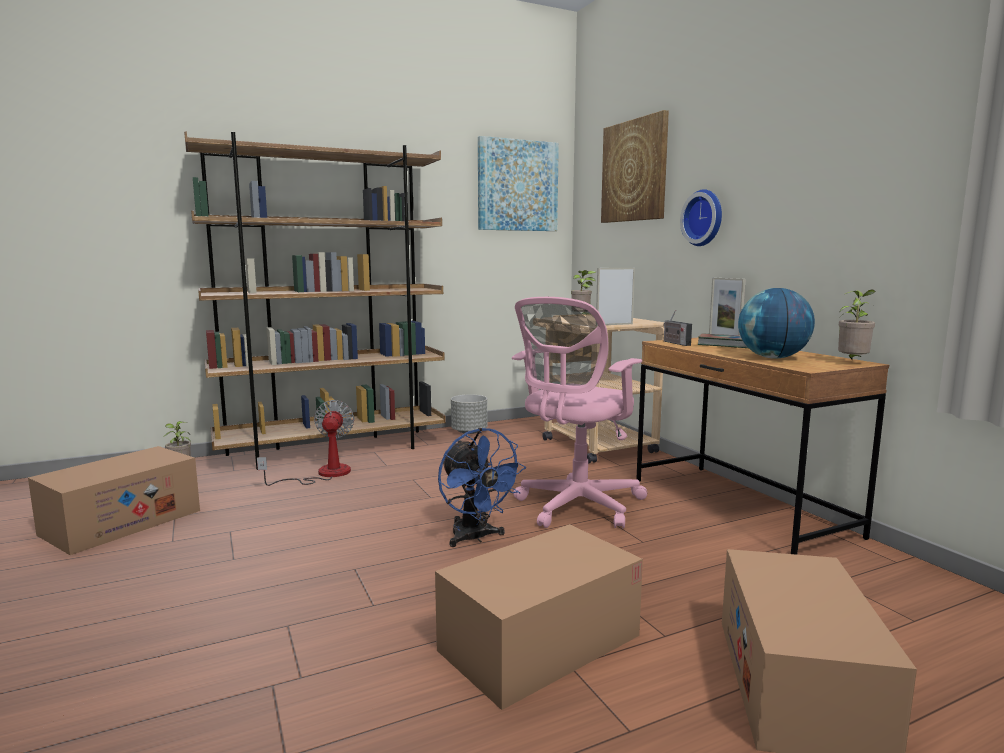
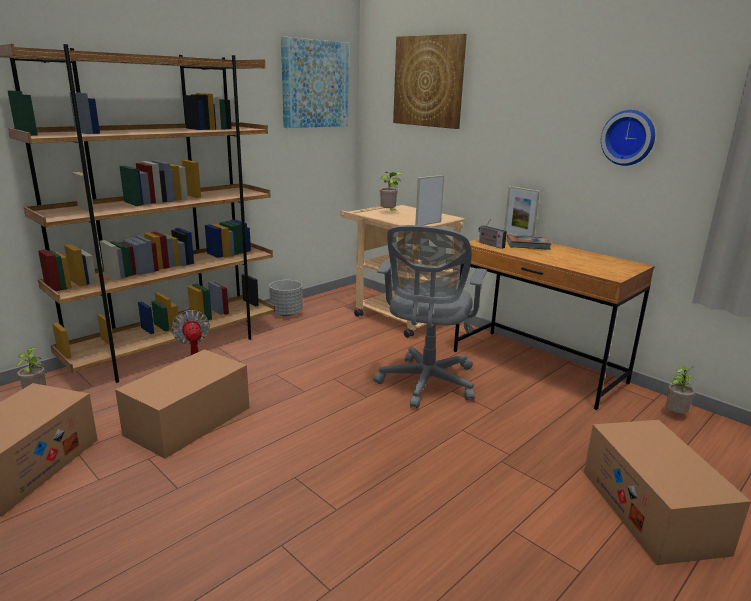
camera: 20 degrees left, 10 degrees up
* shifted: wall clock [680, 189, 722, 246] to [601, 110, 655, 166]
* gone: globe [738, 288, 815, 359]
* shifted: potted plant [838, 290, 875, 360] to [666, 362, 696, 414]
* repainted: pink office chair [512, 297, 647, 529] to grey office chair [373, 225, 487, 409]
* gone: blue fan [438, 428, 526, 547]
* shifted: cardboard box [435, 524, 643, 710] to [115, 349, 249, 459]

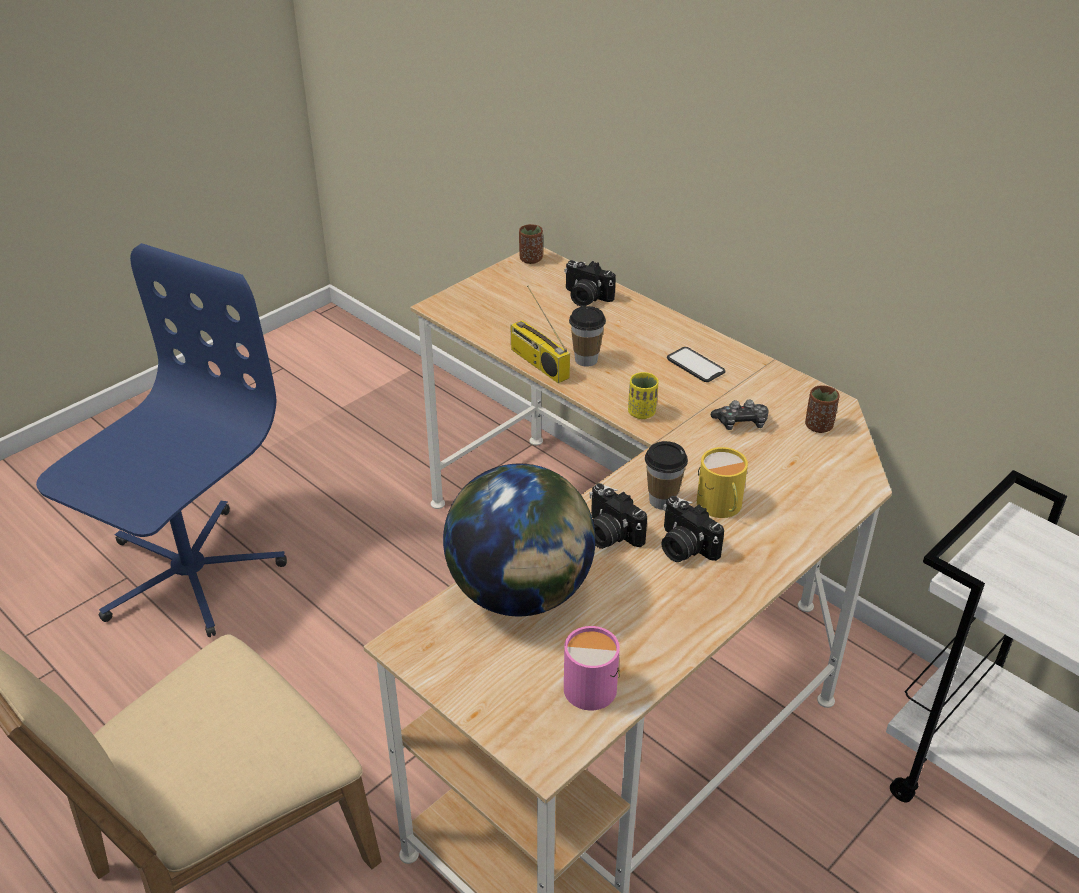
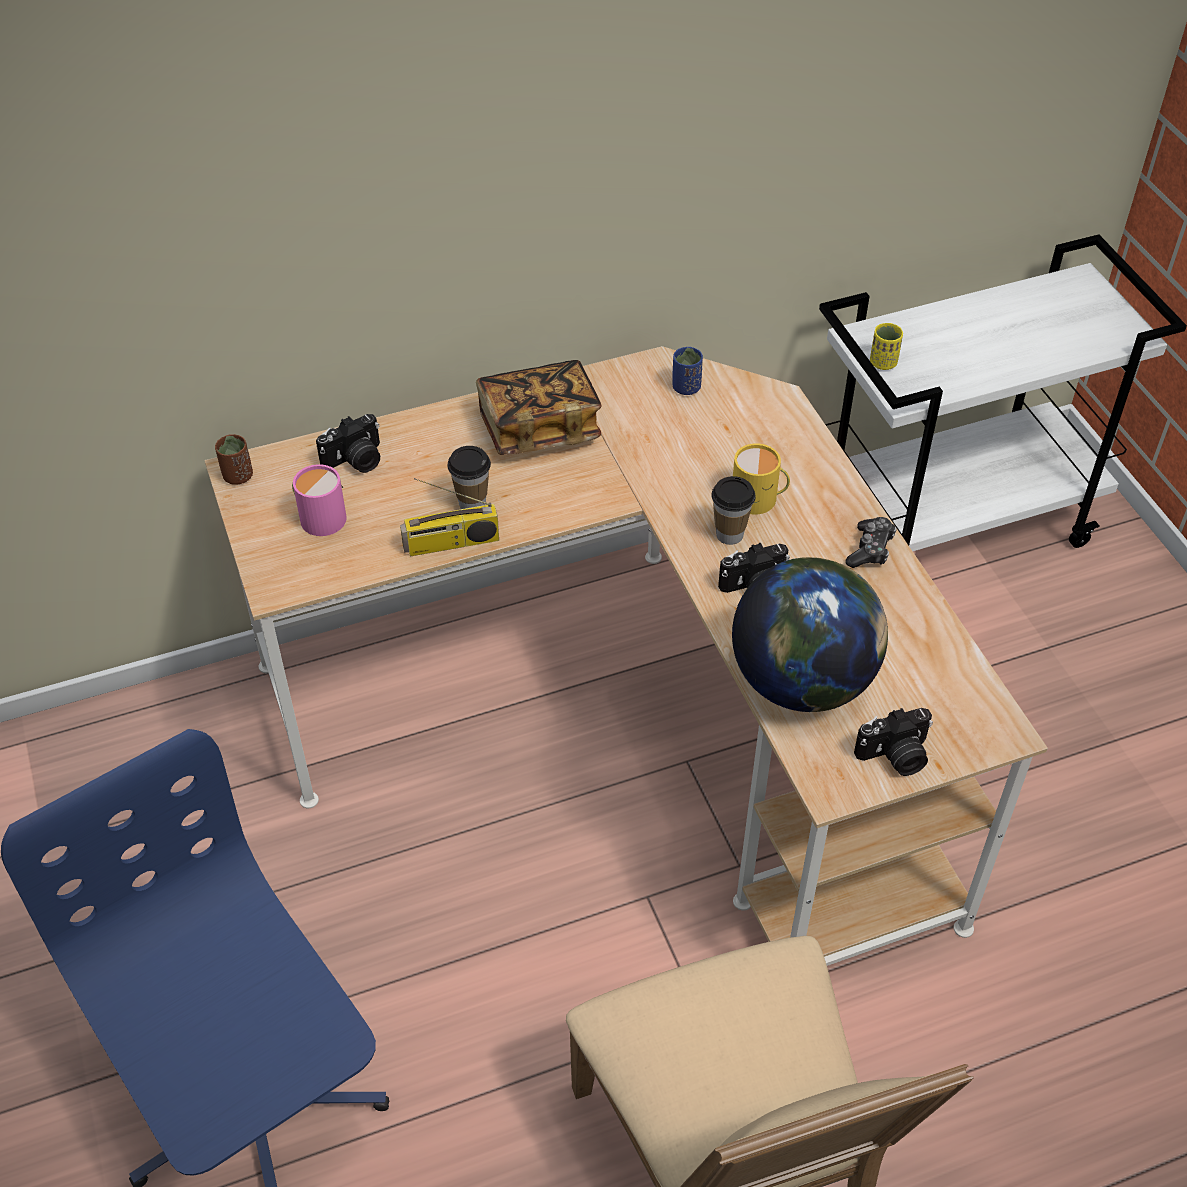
camera: 65 degrees left, 10 degrees up
* swapped: phone [667, 347, 725, 382] to book [476, 360, 602, 455]
* shifted: yellow cup [628, 372, 659, 419] to [870, 323, 903, 370]
* repainted: brown cup [805, 385, 840, 433] to blue cup [672, 347, 703, 395]
* shifted: game controller [711, 400, 769, 430] to [846, 517, 897, 568]
* shifted: photo camera [661, 496, 724, 562] to [854, 708, 933, 776]
* shifted: pink mug [564, 626, 620, 710] to [292, 464, 346, 536]

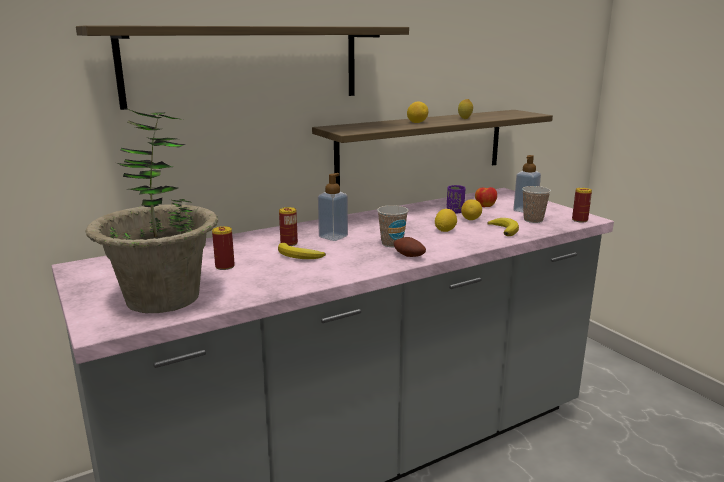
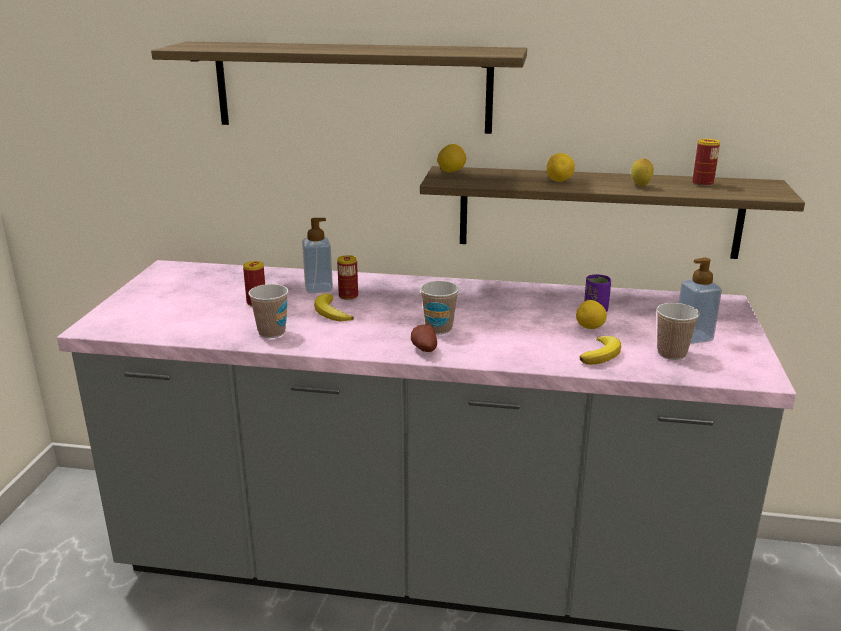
camera: 40 degrees right, 5 degrees up
* gone: potted plant [85, 108, 218, 313]
* shifted: soap dispenser [318, 173, 348, 241] to [302, 218, 333, 294]
* gone: apple [475, 187, 497, 207]
* shifted: can [572, 188, 592, 222] to [692, 139, 720, 187]
* shifted: lemon [435, 209, 457, 232] to [437, 144, 466, 172]
* new: cup [248, 284, 289, 338]

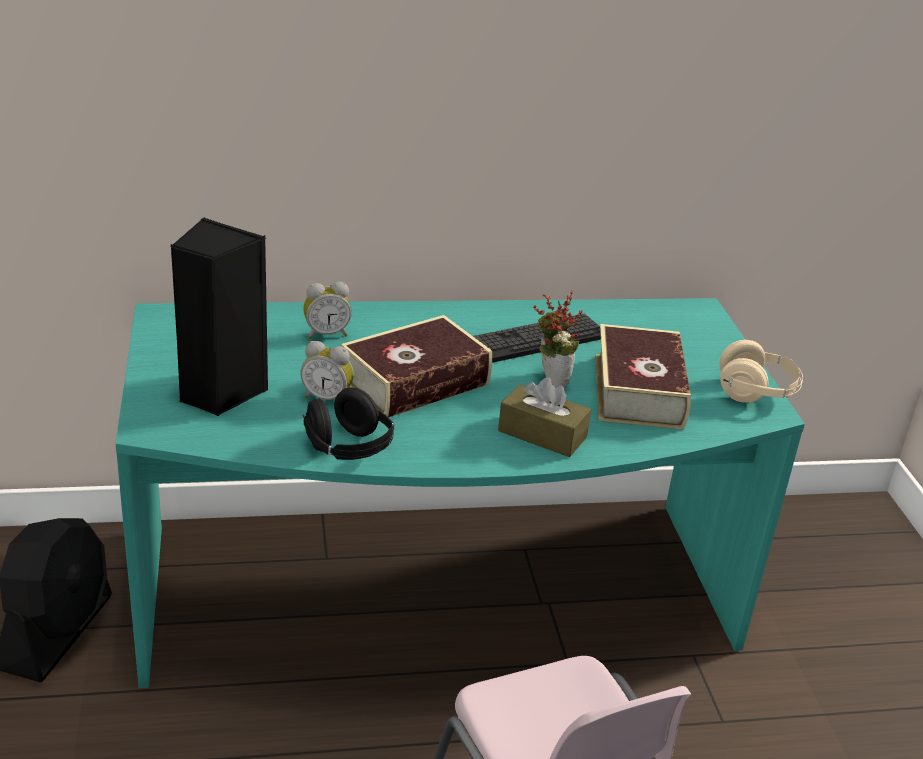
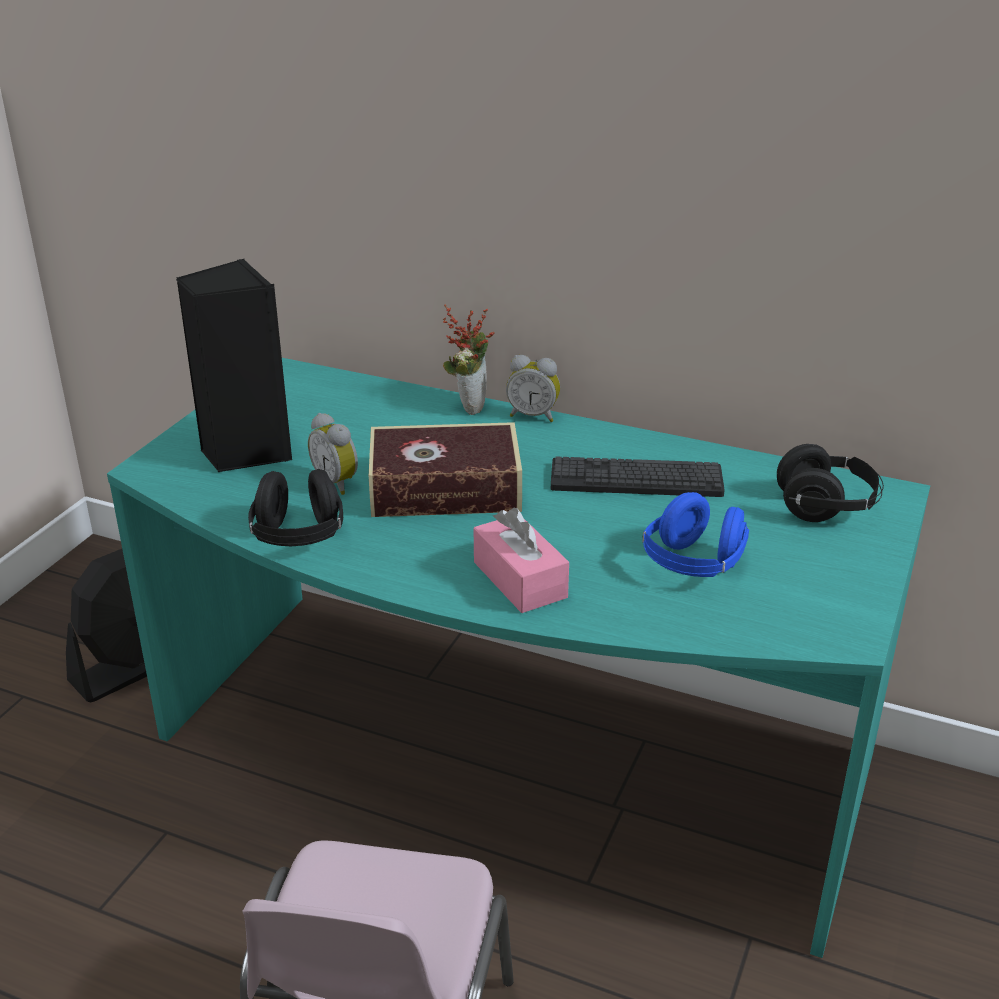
camera: 35 degrees right, 0 degrees up
* shifted: alarm clock [303, 281, 352, 339] to [506, 355, 560, 422]
* shifted: potted plant [533, 290, 583, 389] to [443, 305, 494, 415]
* swapped: book [595, 324, 691, 429] to blue headphones [642, 492, 749, 577]
* gone: beige headphones [719, 340, 803, 403]
* repainted: brown tissue box [498, 377, 591, 457] to pink tissue box [474, 508, 569, 613]
* new: black headphones [777, 444, 884, 522]

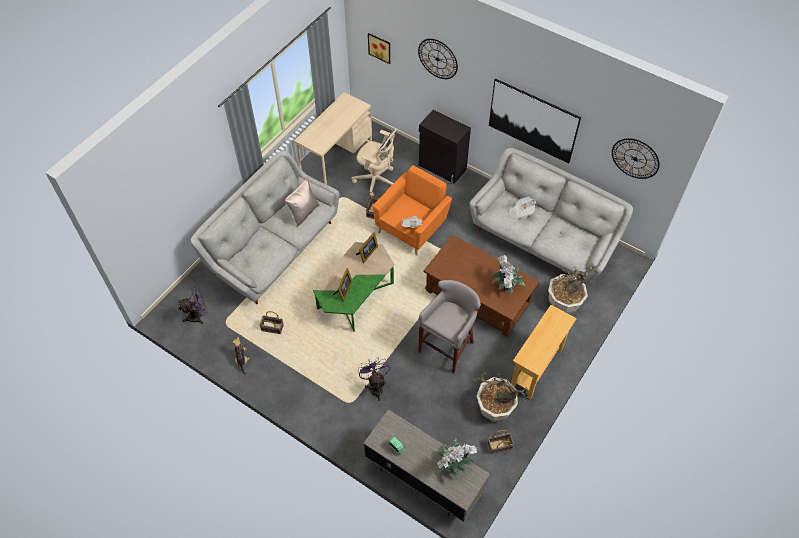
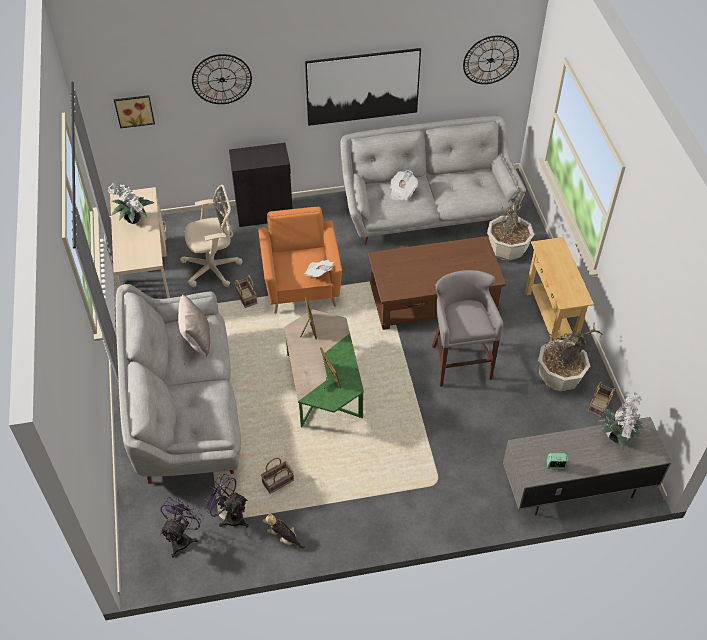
camera: 45 degrees left, 5 degrees down
* shifted: potted plant [491, 255, 526, 294] to [107, 183, 155, 224]
* shifted: purple fan [358, 358, 390, 401] to [203, 474, 249, 528]

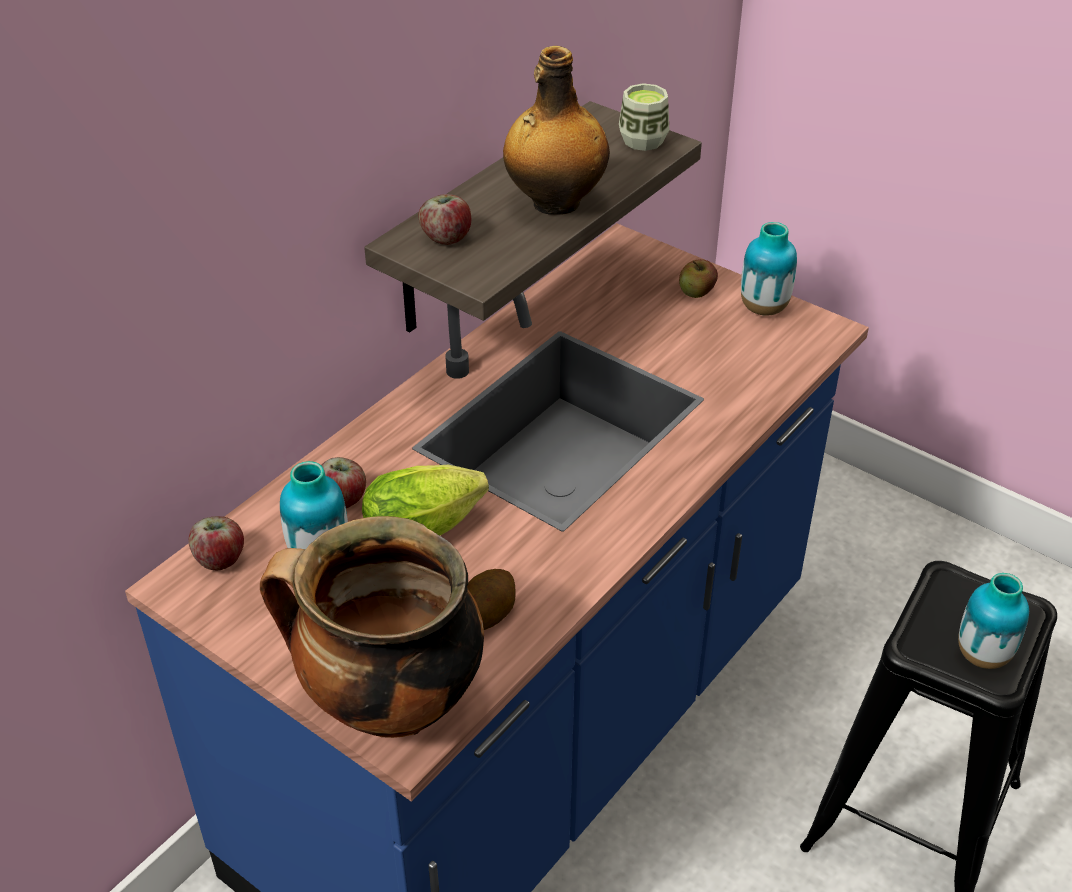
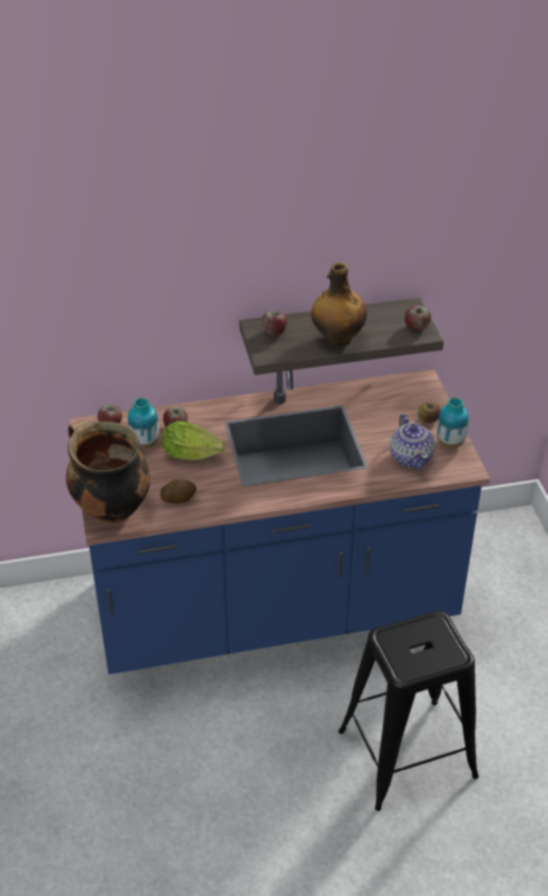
camera: 40 degrees right, 0 degrees up
* swapped: cup [619, 83, 669, 151] to apple [405, 306, 431, 331]
* gone: vase [958, 573, 1029, 669]
* new: teapot [390, 414, 435, 469]

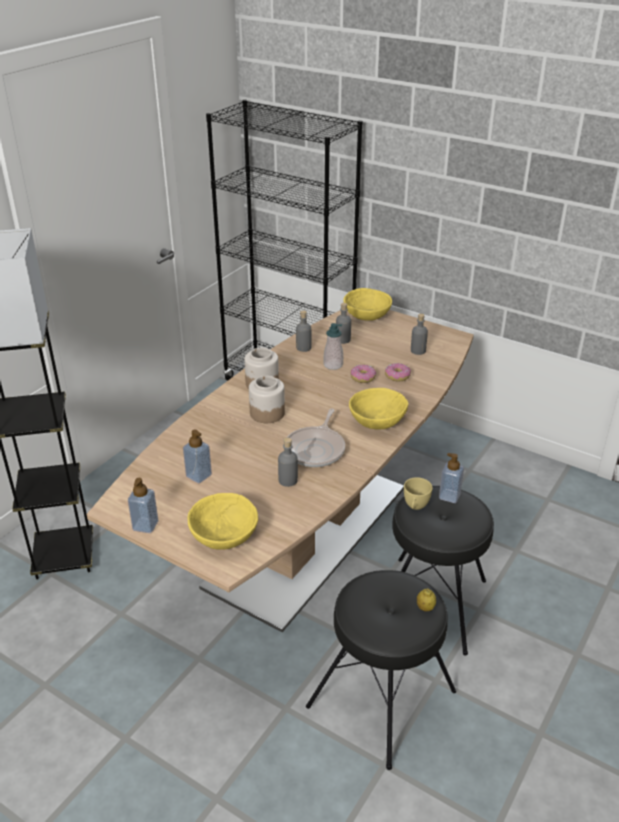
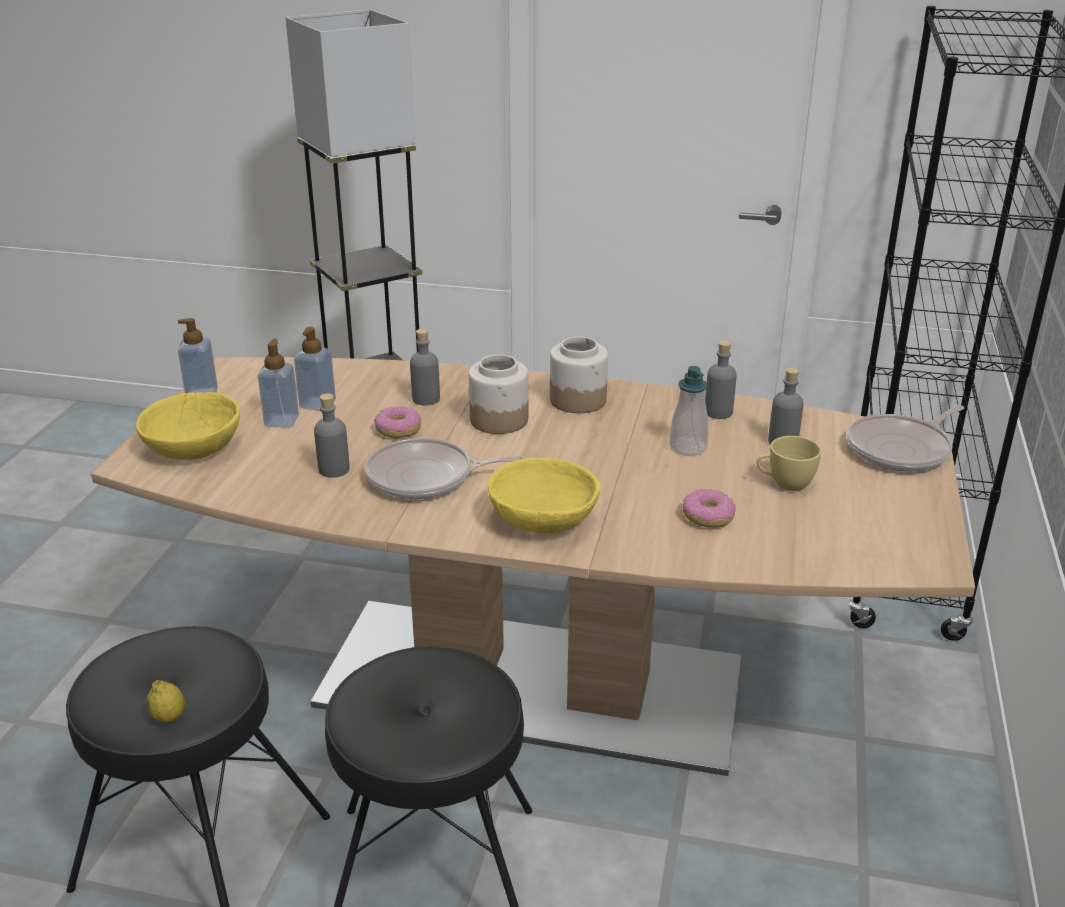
camera: 70 degrees right, 5 degrees down
* swapped: yellow bowl [343, 288, 392, 321] to frying pan [847, 405, 964, 471]
* shifted: grey bottle [411, 313, 428, 355] to [410, 329, 440, 406]
* shifted: donut [350, 365, 376, 383] to [374, 406, 421, 438]
* shifted: soap dispenser [439, 453, 464, 503] to [258, 339, 299, 428]
* shifted: yellow cup [404, 477, 433, 510] to [757, 436, 822, 491]

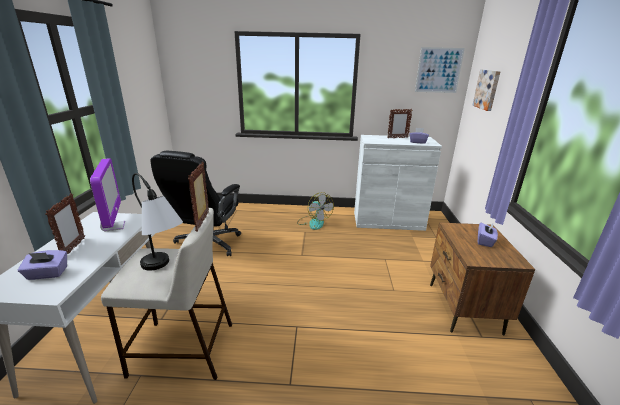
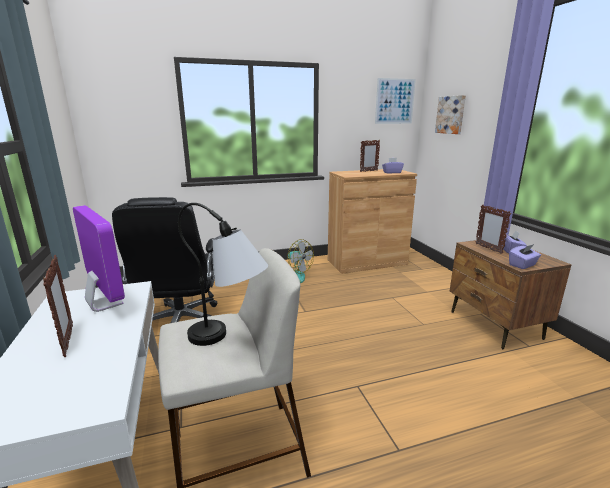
camera: 20 degrees left, 5 degrees down
* repainted: white cabinet [354, 135, 442, 231] to brown cabinet [328, 169, 417, 274]
* shifted: picture frame [188, 162, 209, 232] to [476, 205, 511, 254]
* shifted: purple tissue box [18, 250, 67, 280] to [509, 244, 541, 269]

